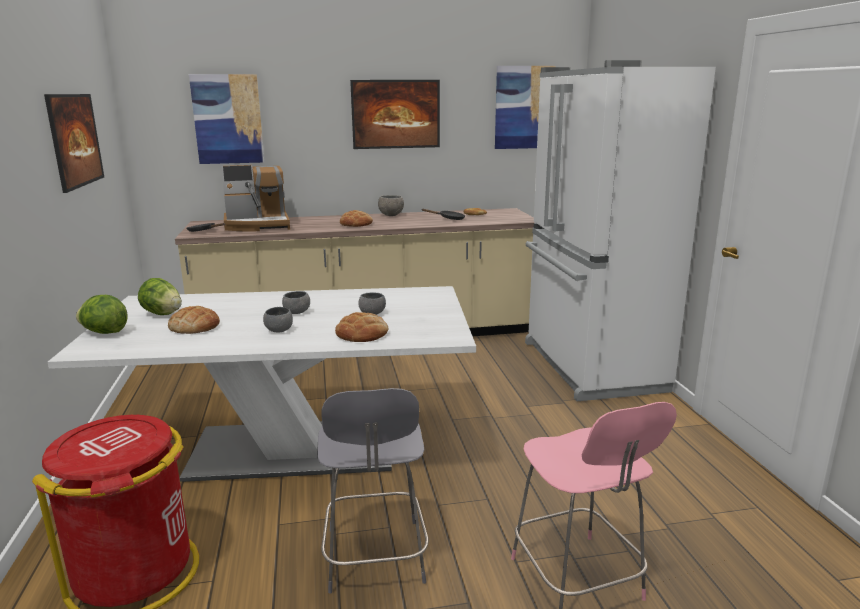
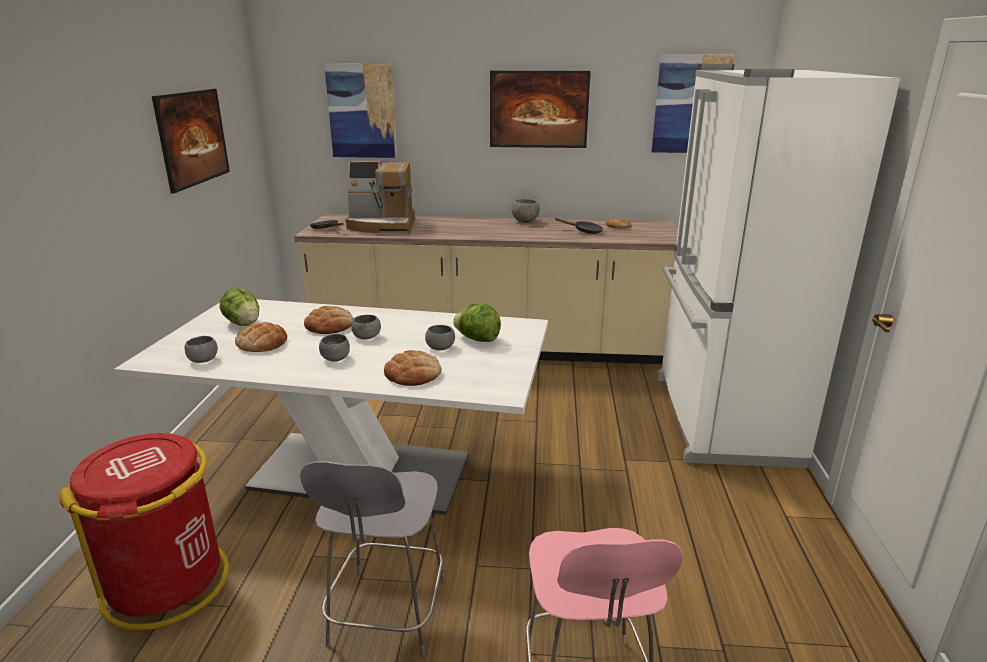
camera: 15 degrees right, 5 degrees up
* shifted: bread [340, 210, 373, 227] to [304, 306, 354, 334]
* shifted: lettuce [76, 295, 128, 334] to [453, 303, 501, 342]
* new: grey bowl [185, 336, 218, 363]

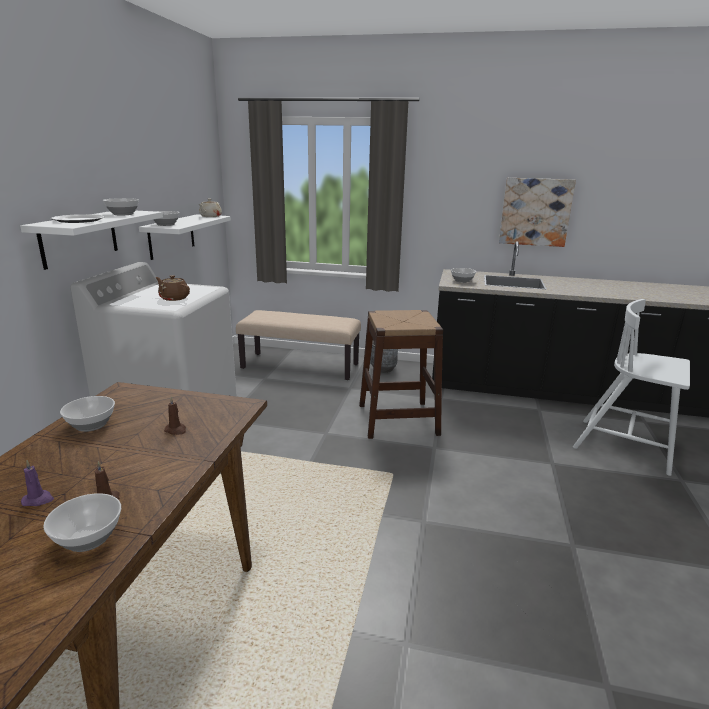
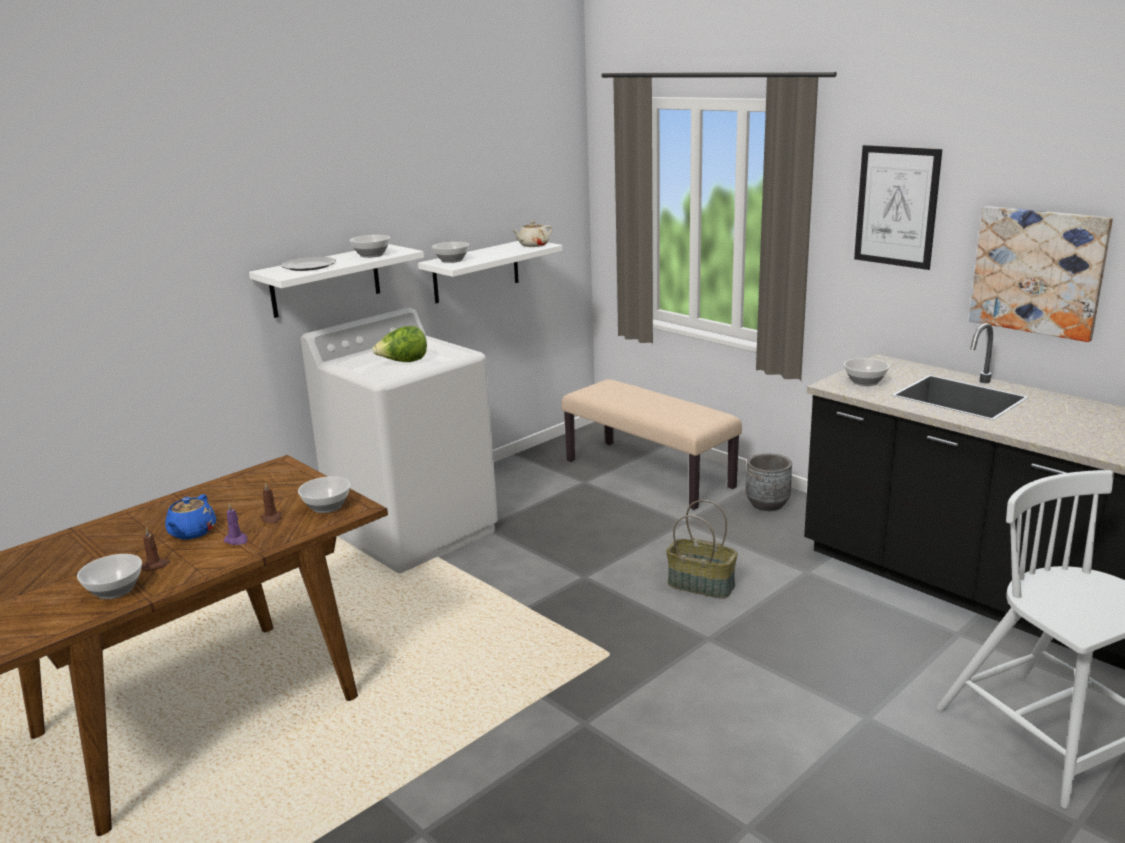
camera: 35 degrees right, 0 degrees up
* swapped: brown teapot [155, 275, 190, 301] to lettuce [372, 326, 427, 362]
* swapped: brown stool [359, 310, 443, 439] to basket [666, 500, 738, 599]
* shifted: bowl [60, 396, 115, 432] to [298, 476, 351, 513]
* shifted: purple candle [21, 460, 54, 506] to [223, 503, 248, 545]
* new: picture [854, 145, 942, 270]
* new: blue teapot [165, 494, 216, 540]

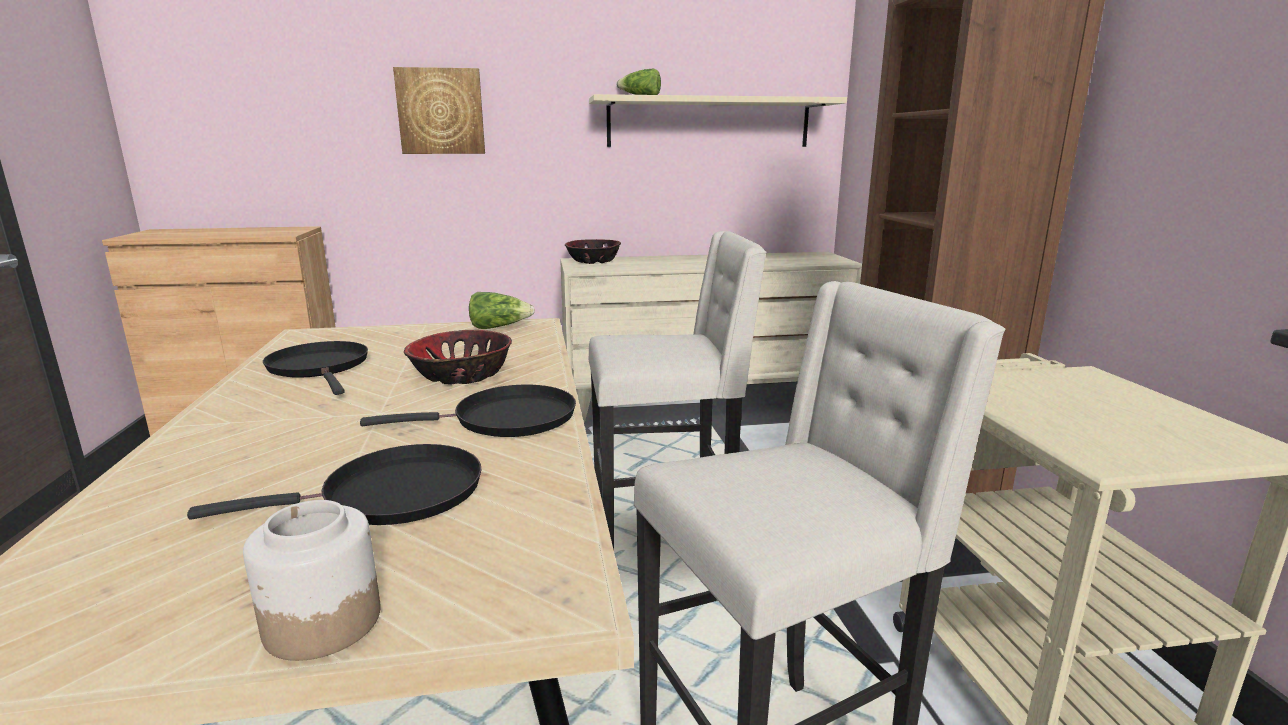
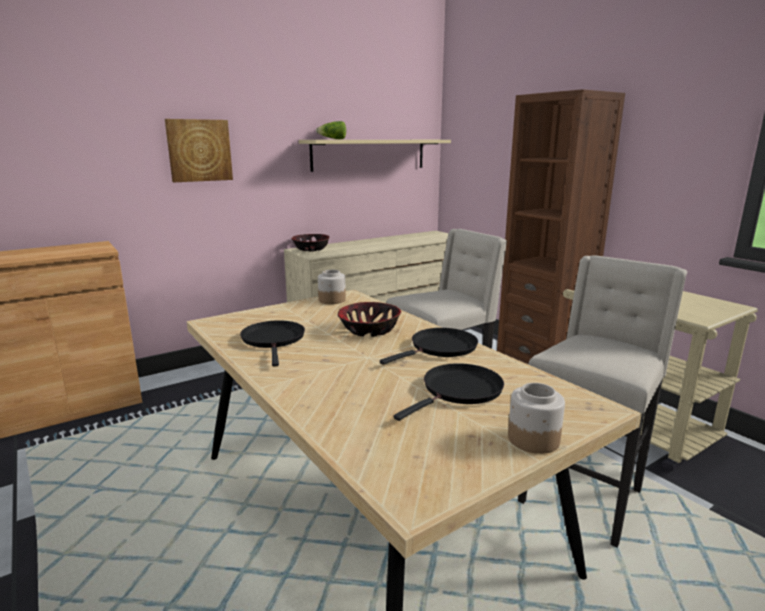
camera: 25 degrees left, 0 degrees up
* swapped: lettuce [469, 292, 535, 329] to jar [318, 270, 346, 304]
* rotated: black frying pan [263, 341, 368, 395] = [240, 320, 305, 367] 45 degrees clockwise

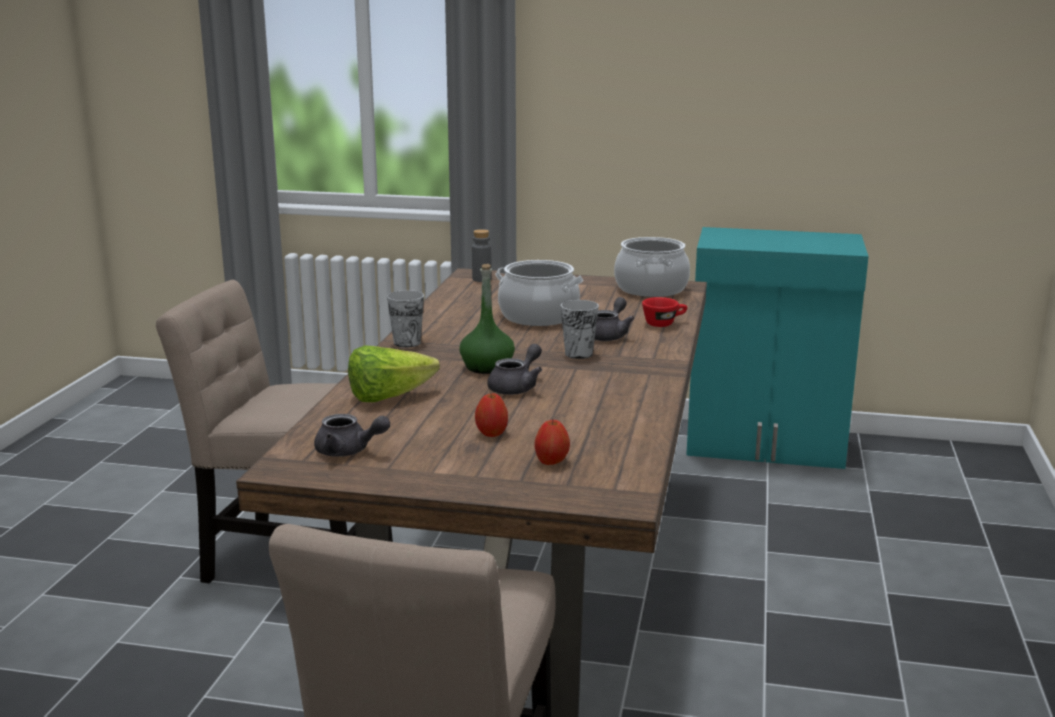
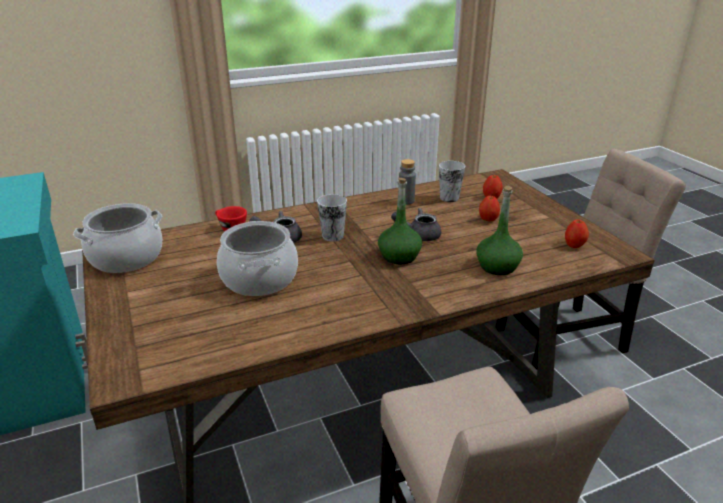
camera: 125 degrees left, 10 degrees up
* shifted: grey bottle [472, 229, 492, 282] to [398, 159, 416, 205]
* shifted: cup [387, 290, 424, 348] to [439, 161, 465, 202]
* swapped: lettuce [348, 345, 440, 402] to green bottle [476, 186, 523, 275]
* swapped: grey teapot [314, 414, 390, 457] to apple [565, 219, 589, 248]

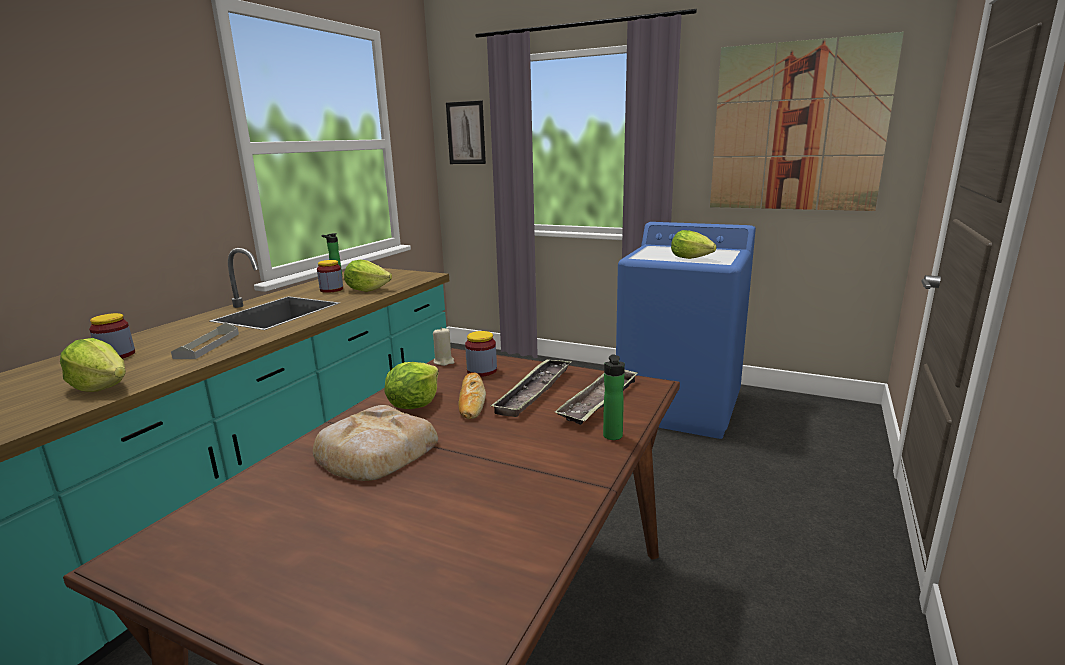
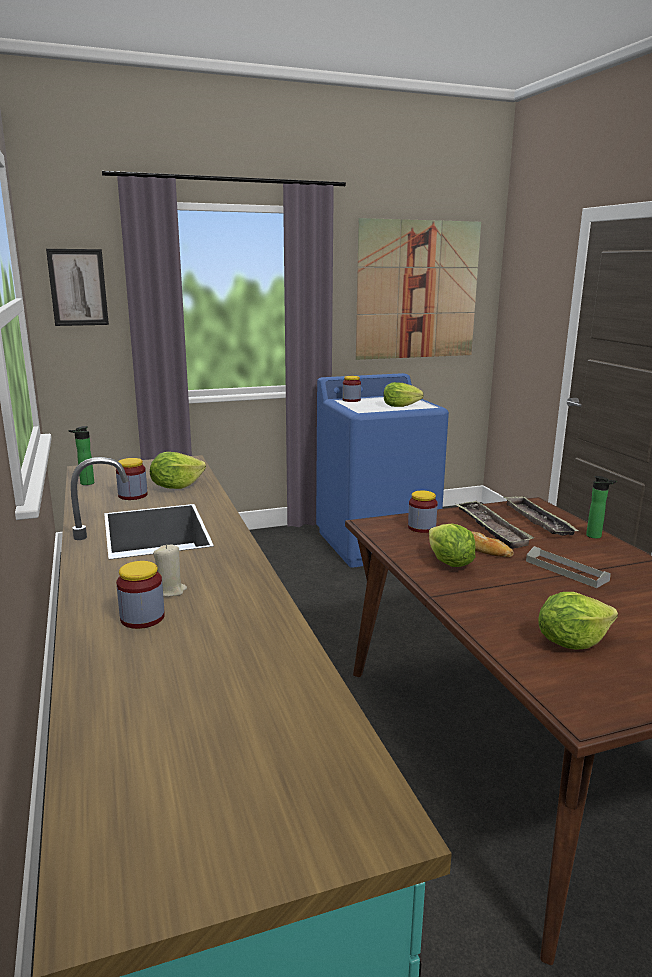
camera: 45 degrees left, 0 degrees up
* shifted: grey tray [171, 323, 239, 359] to [526, 546, 611, 588]
* shifted: beige candle [433, 327, 455, 366] to [153, 544, 187, 597]
* shifted: lettuce [60, 338, 126, 392] to [539, 592, 618, 650]
* gone: bread [313, 405, 438, 481]
* new: jar [342, 376, 361, 402]

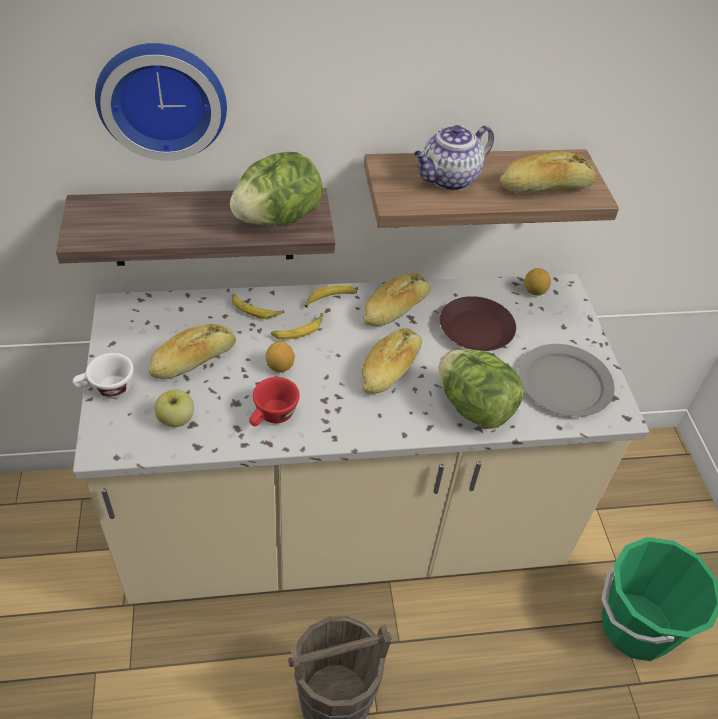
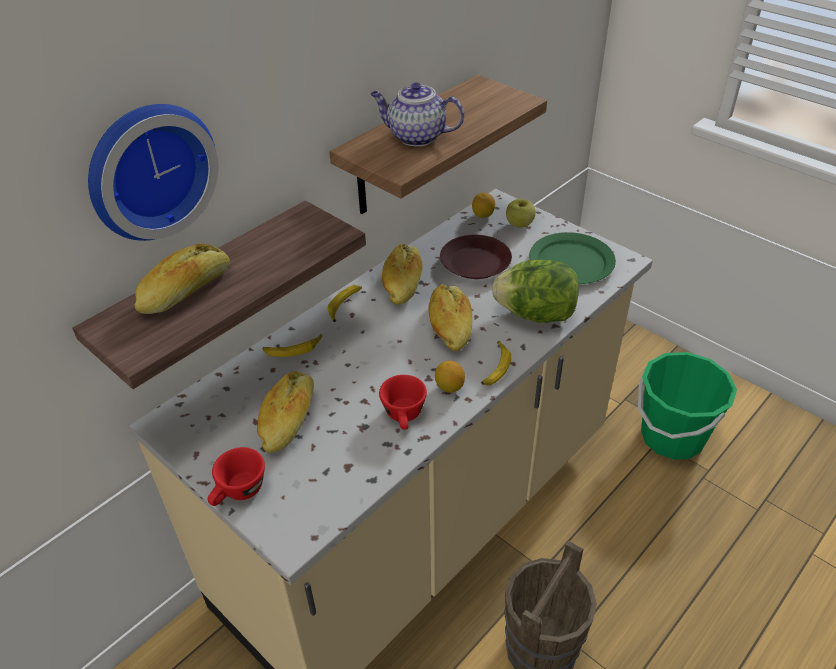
camera: 35 degrees left, 5 degrees down
* rotated: teapot [414, 125, 494, 191] = [370, 82, 464, 146] 90 degrees clockwise
* shifted: bread [500, 151, 595, 194] to [135, 244, 230, 314]
* gone: lettuce [230, 152, 323, 226]
* shifted: banana [271, 313, 323, 339] to [481, 341, 511, 385]
* shifted: lemon [266, 342, 295, 373] to [435, 361, 465, 393]
* repainted: grey plate [518, 344, 615, 417] to green plate [529, 232, 616, 284]
* repainted: white cup [73, 353, 134, 399] to red cup [208, 447, 265, 506]
* shifted: apple [154, 390, 194, 427] to [506, 199, 536, 227]

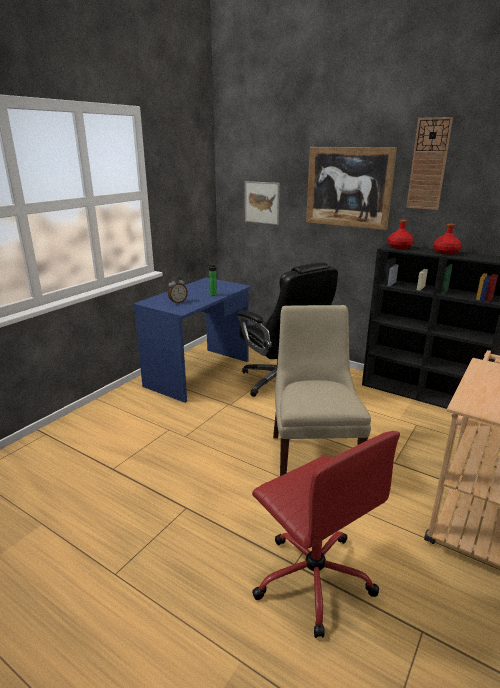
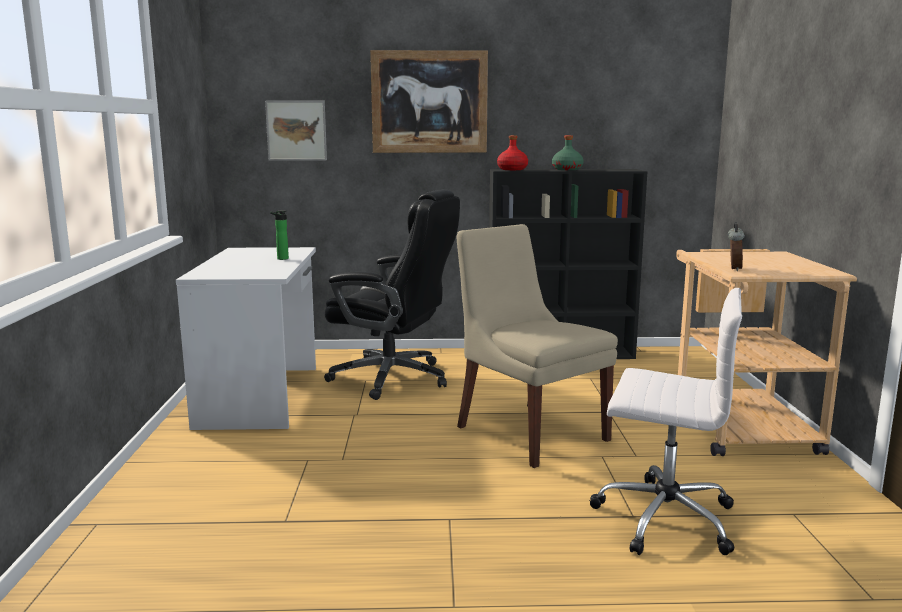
camera: 35 degrees left, 10 degrees down
* gone: wall clock [406, 117, 453, 210]
* repainted: red bottle [433, 223, 462, 255] to green bottle [552, 135, 584, 170]
* shifted: alarm clock [168, 277, 188, 304] to [728, 222, 745, 271]
* repainted: blue desk [133, 278, 251, 403] to white desk [176, 247, 316, 430]
* repainted: red office chair [252, 431, 400, 638] to white office chair [590, 288, 742, 555]

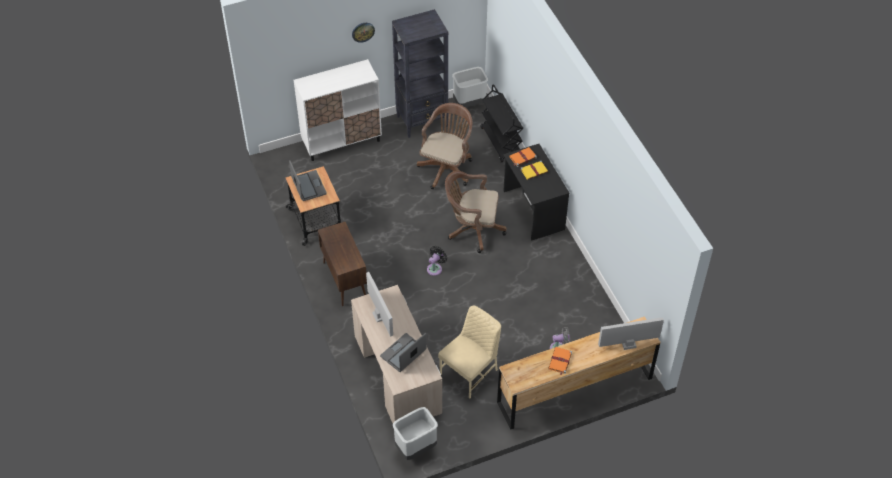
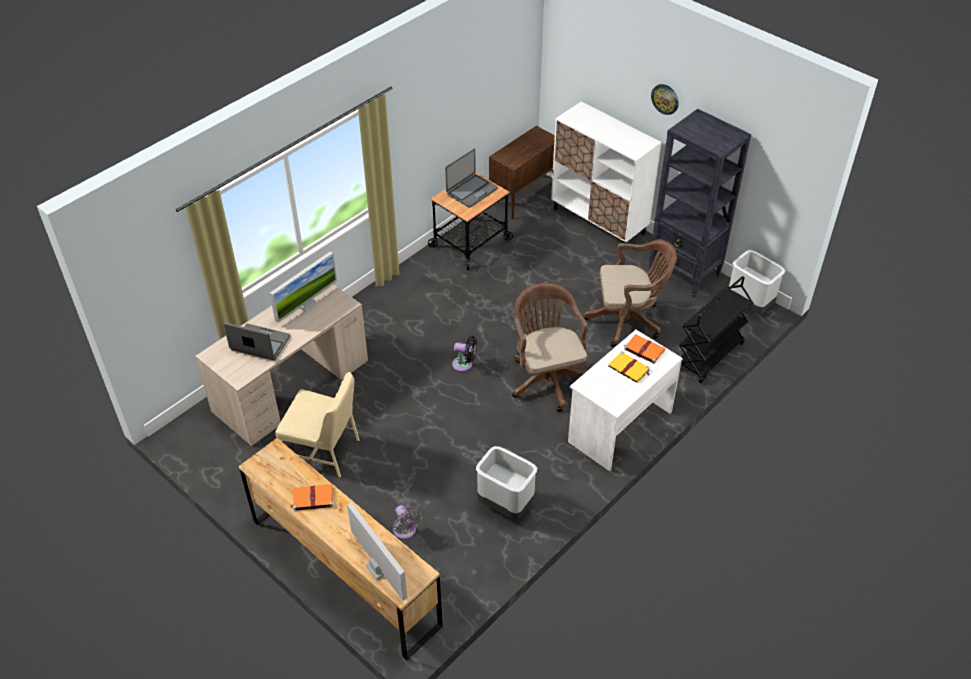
camera: 65 degrees right, 5 degrees down
* repainted: black desk [503, 144, 569, 240] to white desk [568, 330, 683, 471]
* shifted: brown cabinet [318, 222, 367, 306] to [489, 126, 555, 219]
* shifted: grey trash can [393, 407, 438, 460] to [476, 446, 537, 519]

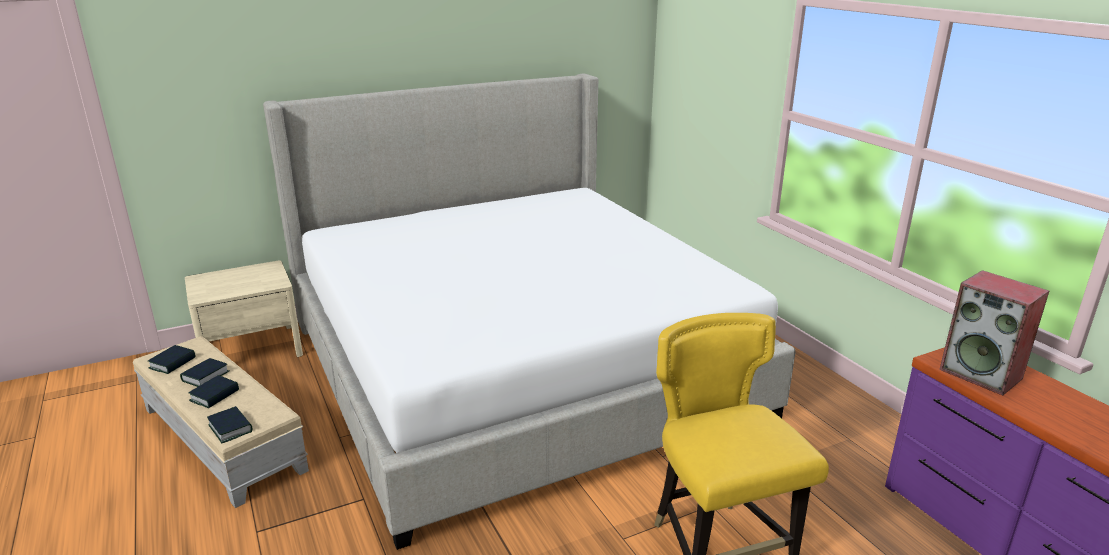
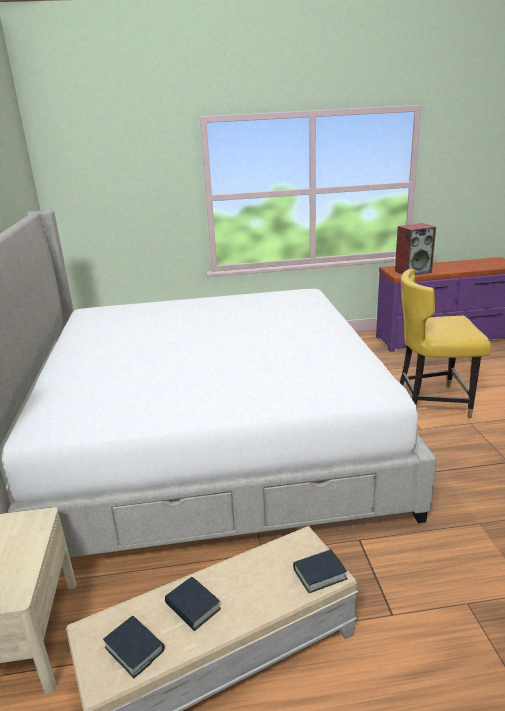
camera: 70 degrees left, 0 degrees up
* gone: book [188, 375, 239, 408]

